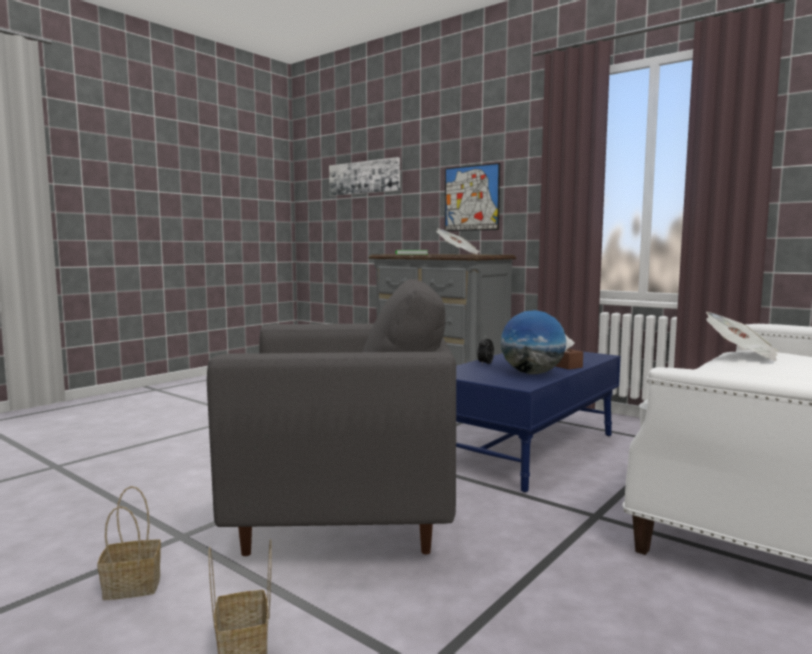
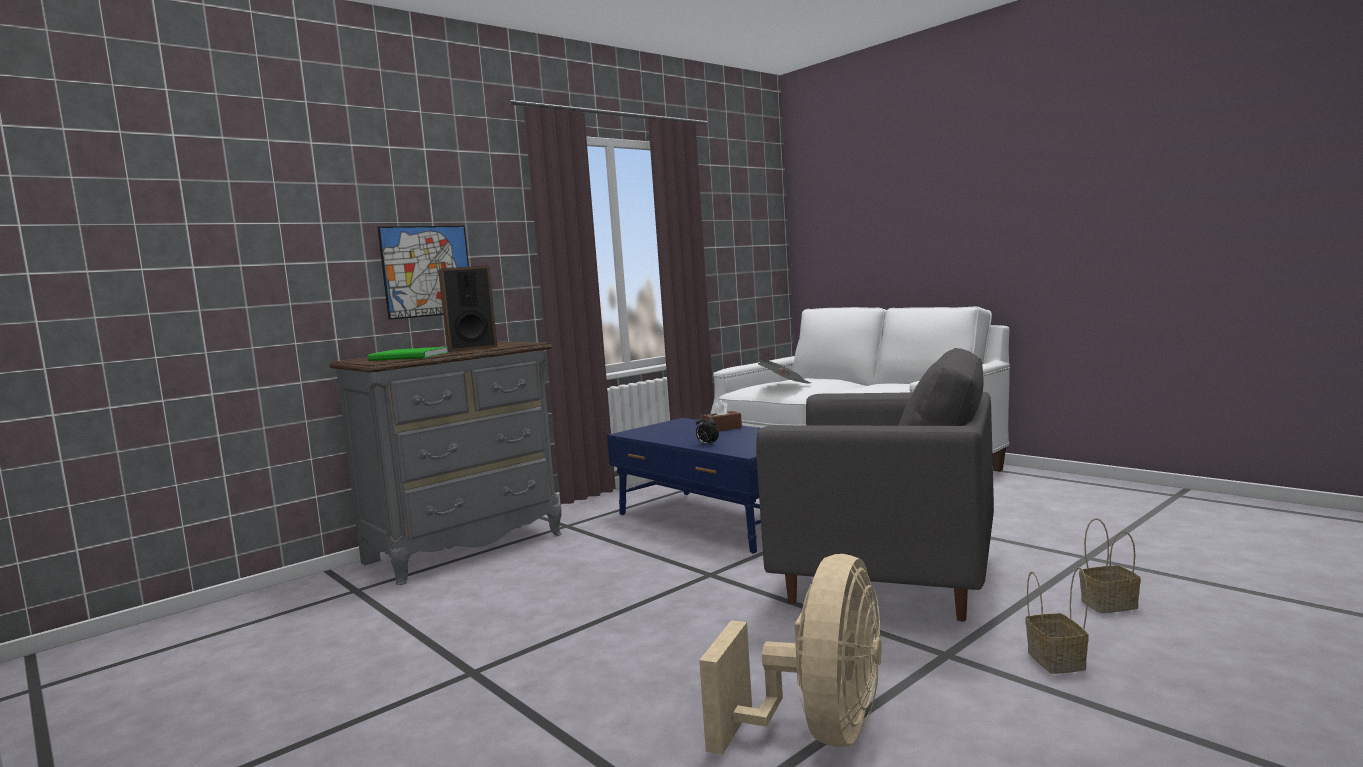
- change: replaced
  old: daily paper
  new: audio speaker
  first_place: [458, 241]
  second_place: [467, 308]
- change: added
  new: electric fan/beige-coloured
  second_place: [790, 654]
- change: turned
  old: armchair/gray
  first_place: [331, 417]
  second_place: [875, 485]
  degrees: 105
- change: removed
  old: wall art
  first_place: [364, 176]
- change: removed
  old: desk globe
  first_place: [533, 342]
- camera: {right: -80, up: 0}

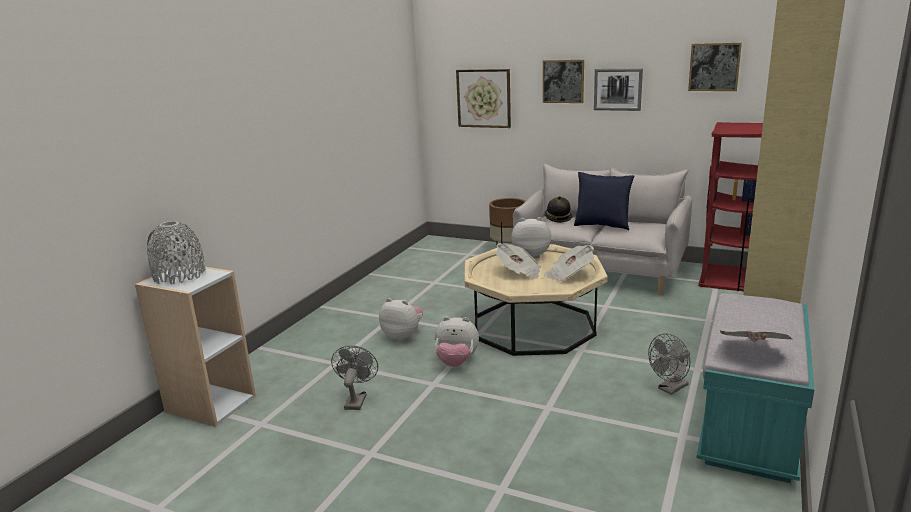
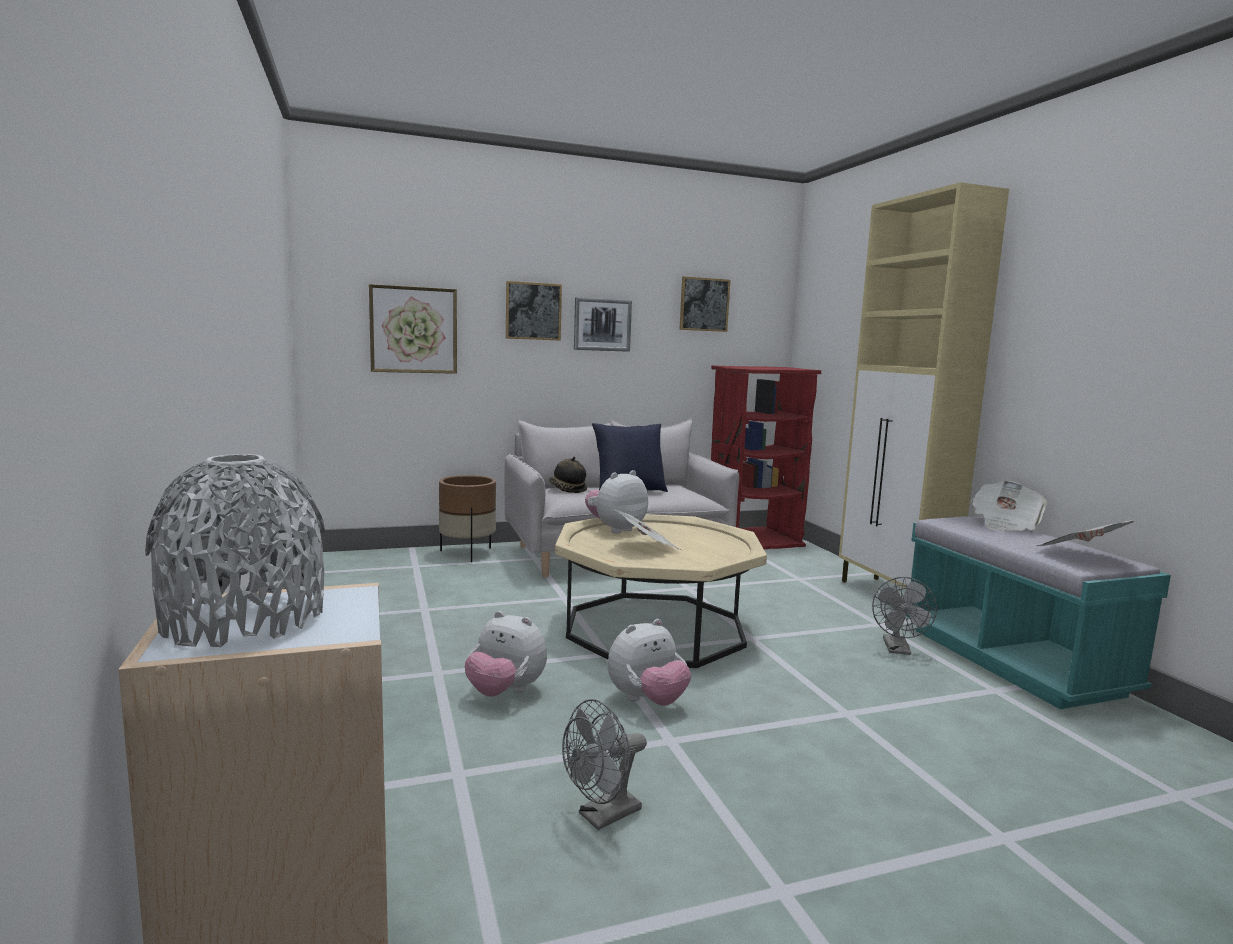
- change: turned
  old: cuddly toy
  first_place: [401, 320]
  second_place: [506, 654]
  degrees: -135
- change: turned
  old: electric fan/gray
  first_place: [354, 378]
  second_place: [604, 764]
  degrees: -90
- change: moved
  old: daily paper
  first_place: [569, 263]
  second_place: [1009, 505]
- camera: {right: -45, up: -10}

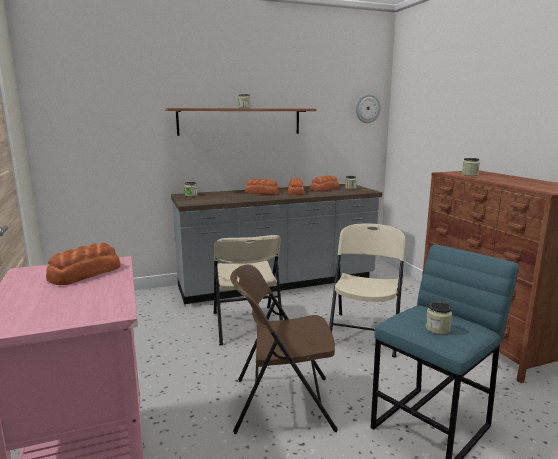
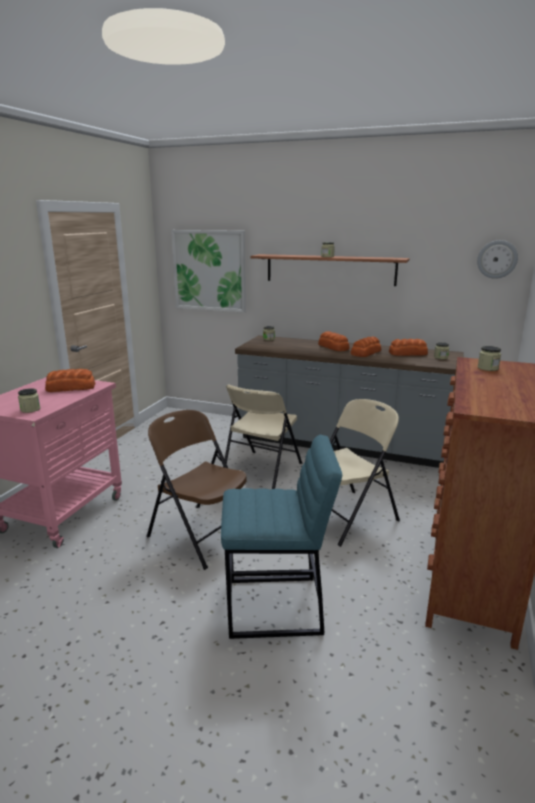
- change: moved
  old: jar
  first_place: [439, 318]
  second_place: [29, 400]
- change: added
  new: wall art
  second_place: [208, 271]
- camera: {right: 40, up: 5}

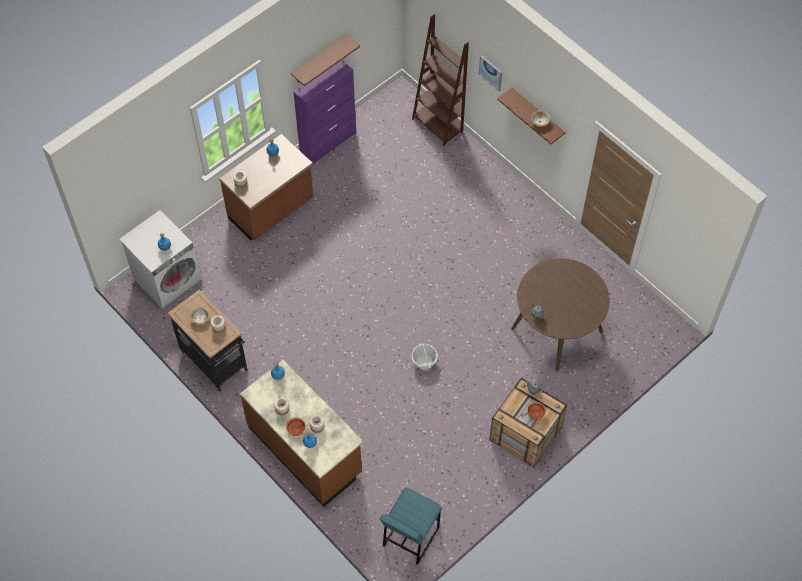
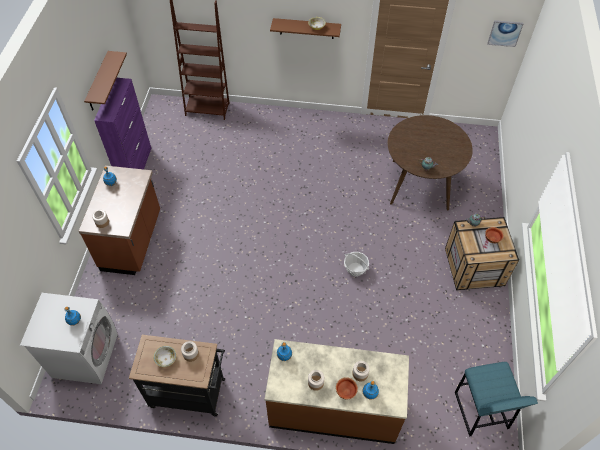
- change: moved
  old: wall art
  first_place: [490, 73]
  second_place: [505, 33]
- camera: {right: -40, up: -5}

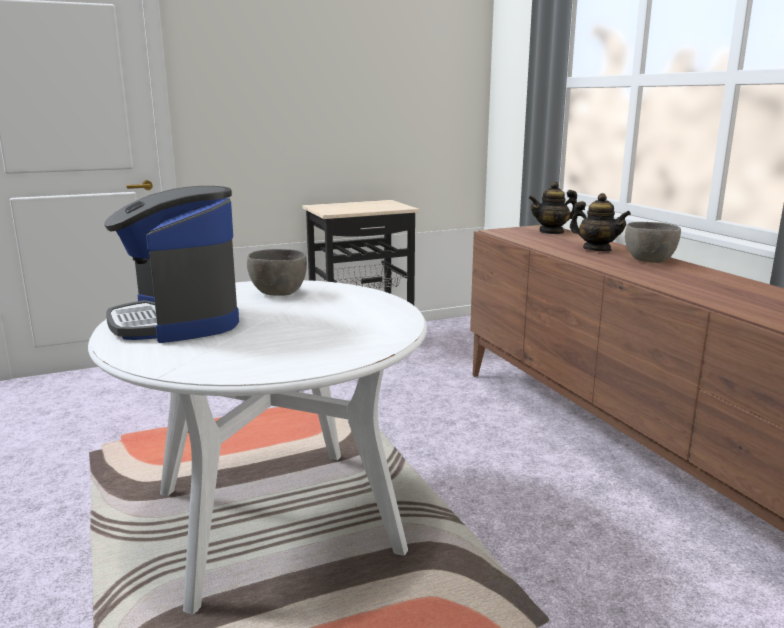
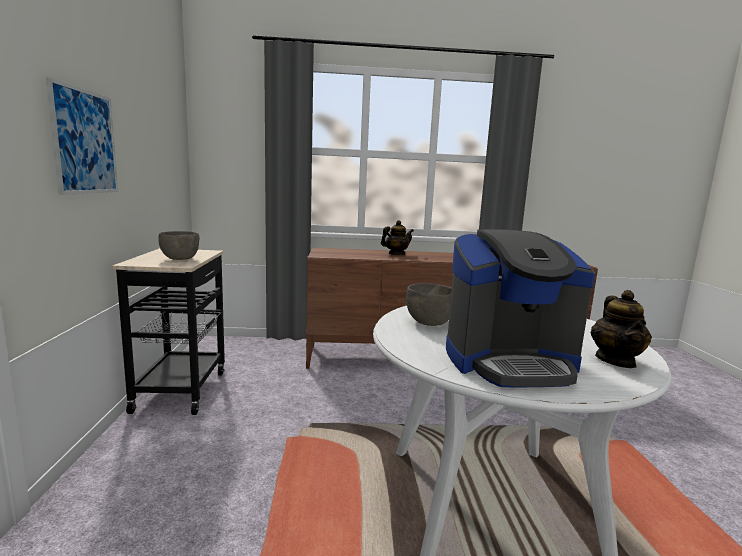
- change: added
  new: wall art
  second_place: [82, 136]
- change: moved
  old: deep dish/gray
  first_place: [653, 242]
  second_place: [178, 245]
- change: moved
  old: tea pot
  first_place: [553, 208]
  second_place: [621, 329]
- camera: {right: -70, up: -5}

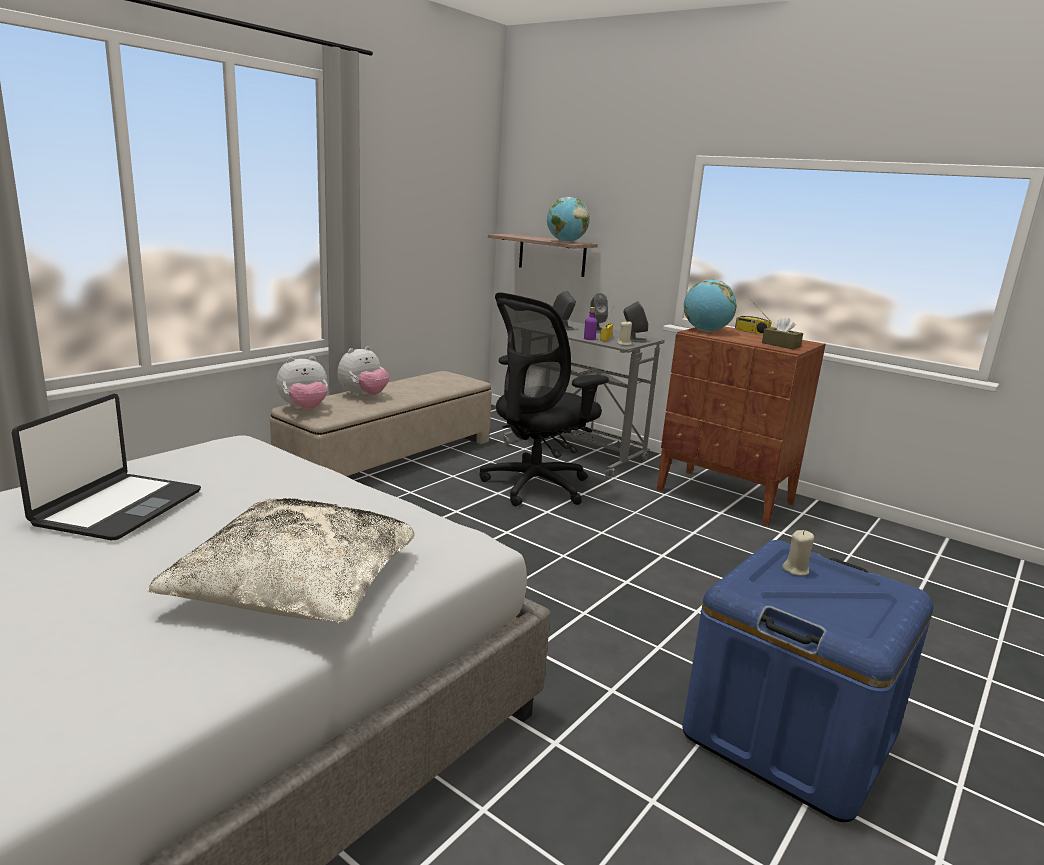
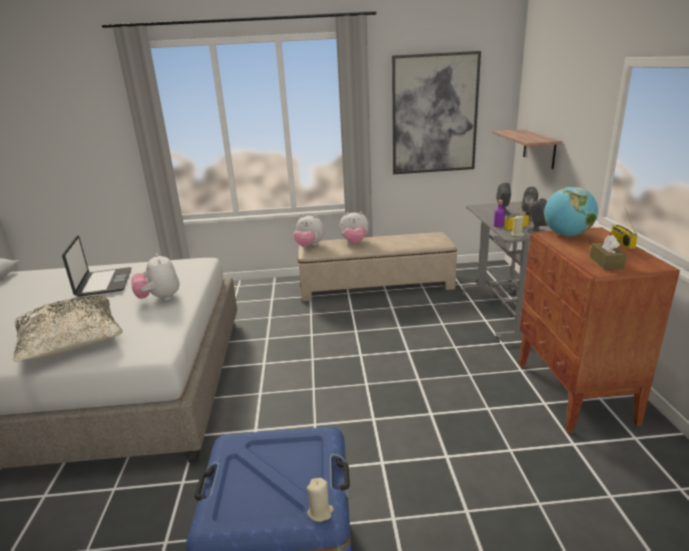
- change: turned
  old: laptop
  first_place: [106, 467]
  second_place: [96, 266]
  degrees: -75
- change: added
  new: cuddly toy
  second_place: [155, 277]
- change: moved
  old: wax light/beige-coloured
  first_place: [798, 553]
  second_place: [320, 500]
- change: added
  new: wall art
  second_place: [436, 112]
- change: removed
  old: desk chair/blackish
  first_place: [544, 399]
- change: removed
  old: desk globe
  first_place: [568, 219]
- camera: {right: 50, up: 5}

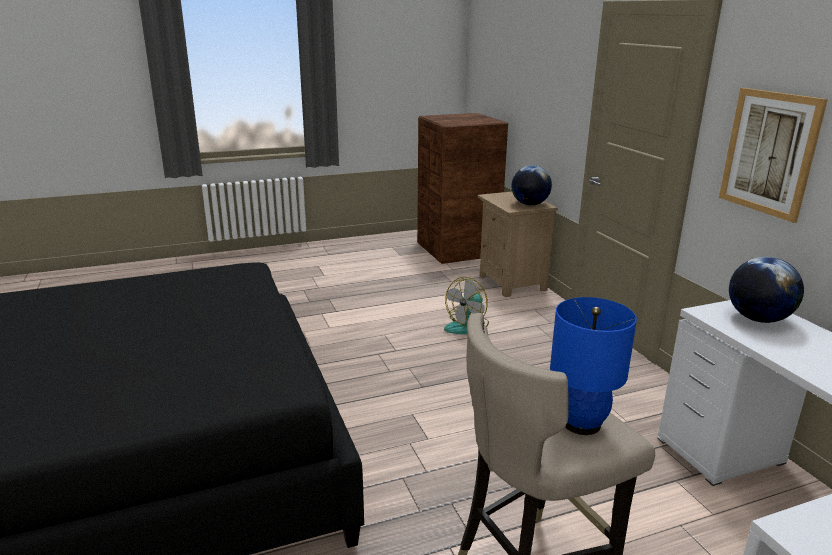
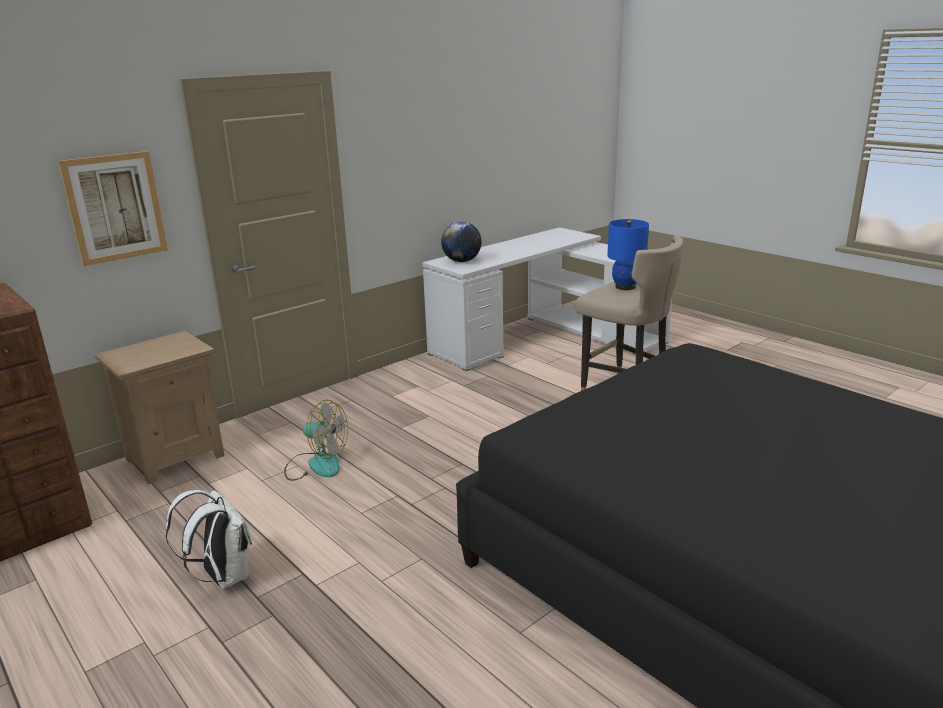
- change: moved
  old: wall art
  first_place: [773, 155]
  second_place: [113, 208]
- change: added
  new: backpack/white-coloured
  second_place: [209, 539]
- change: removed
  old: desk globe
  first_place: [531, 185]
- camera: {right: -110, up: 0}

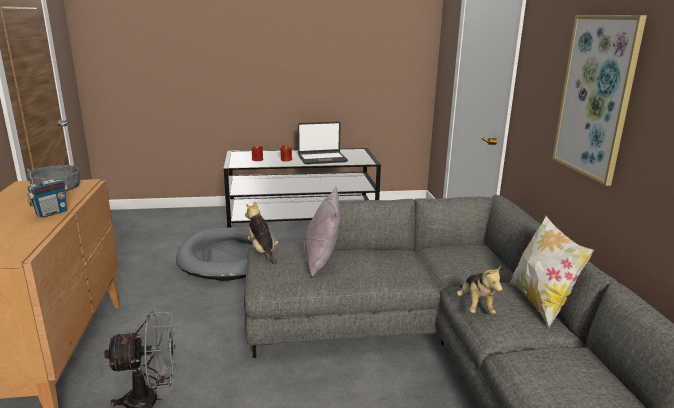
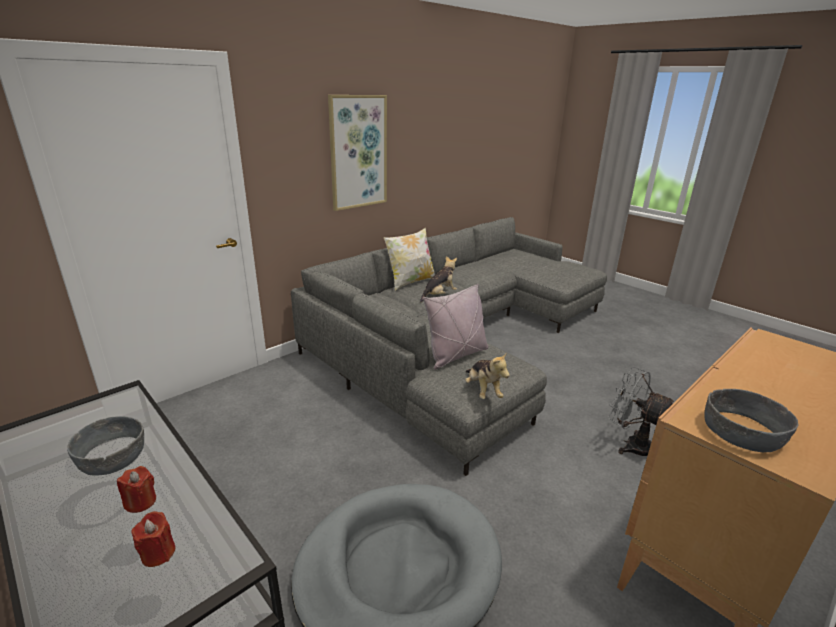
- change: replaced
  old: laptop
  new: deep dish/gray
  first_place: [323, 142]
  second_place: [105, 446]
- change: turned
  old: cuddly toy
  first_place: [262, 233]
  second_place: [487, 375]
  degrees: -45
- change: removed
  old: radio receiver
  first_place: [47, 193]
- camera: {right: -125, up: 5}

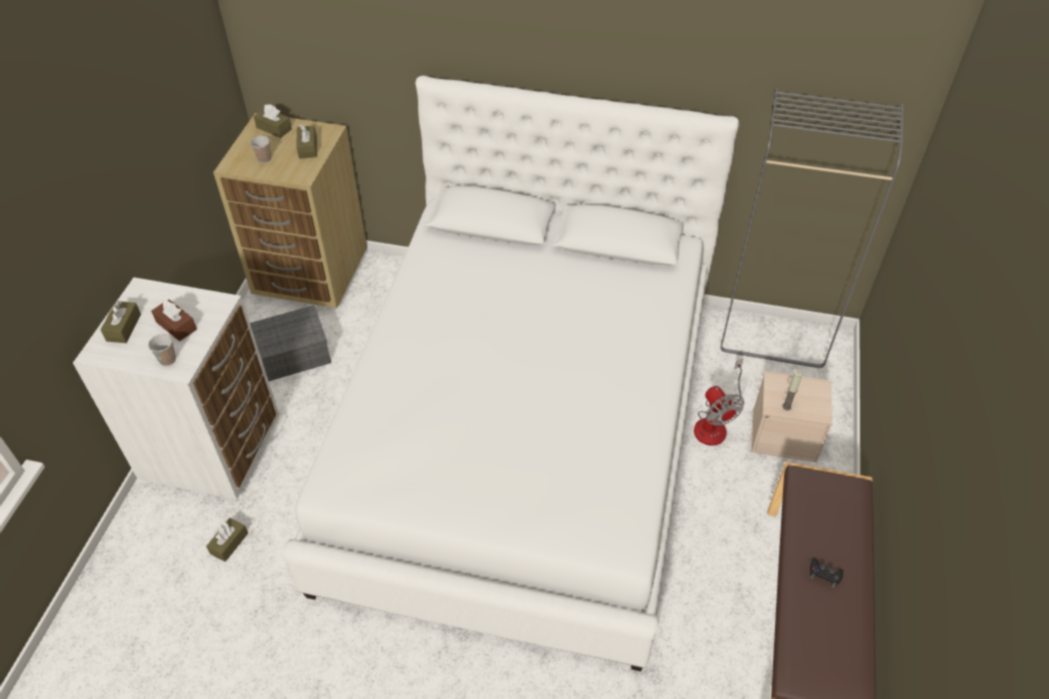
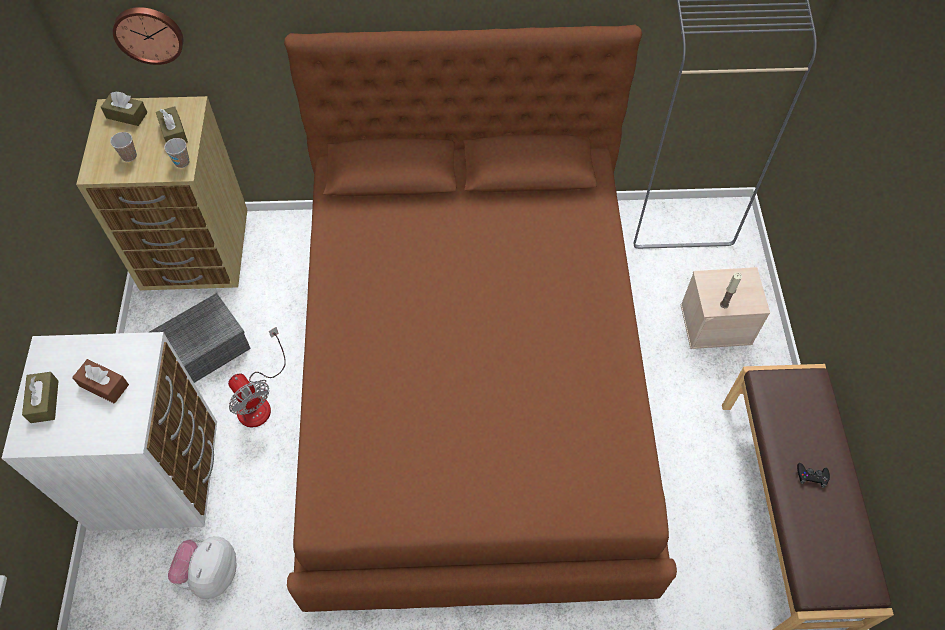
- change: added
  new: clock on the wall
  second_place: [148, 36]
- change: moved
  old: cup
  first_place: [162, 350]
  second_place: [176, 153]
- change: replaced
  old: box of tissues/brown
  new: cuddly toy
  first_place: [227, 540]
  second_place: [202, 567]
- change: moved
  old: electric fan
  first_place: [719, 402]
  second_place: [257, 377]
- change: recoloured
  old: bed/white-coloured
  new: bed/brown
  first_place: [511, 373]
  second_place: [480, 318]
- camera: {right: -15, up: 10}

